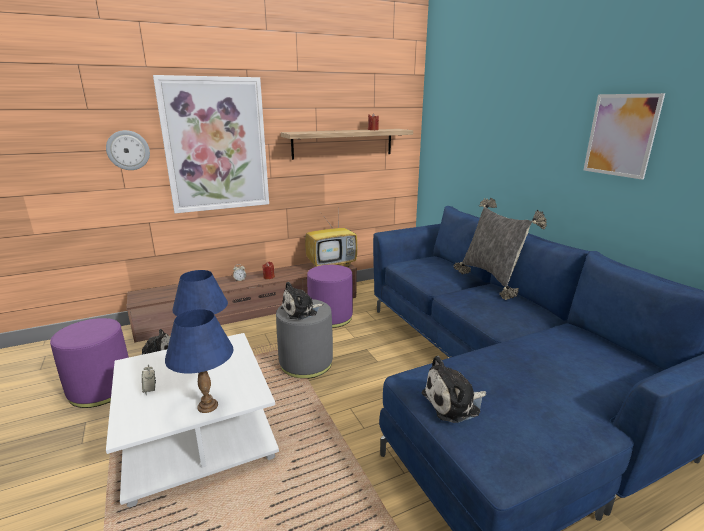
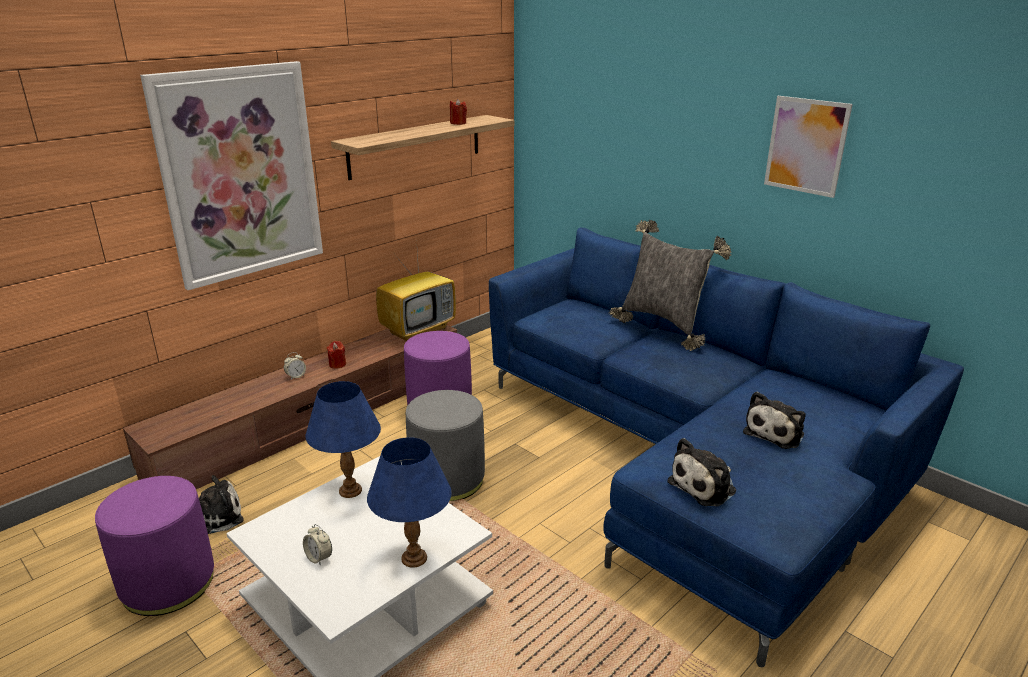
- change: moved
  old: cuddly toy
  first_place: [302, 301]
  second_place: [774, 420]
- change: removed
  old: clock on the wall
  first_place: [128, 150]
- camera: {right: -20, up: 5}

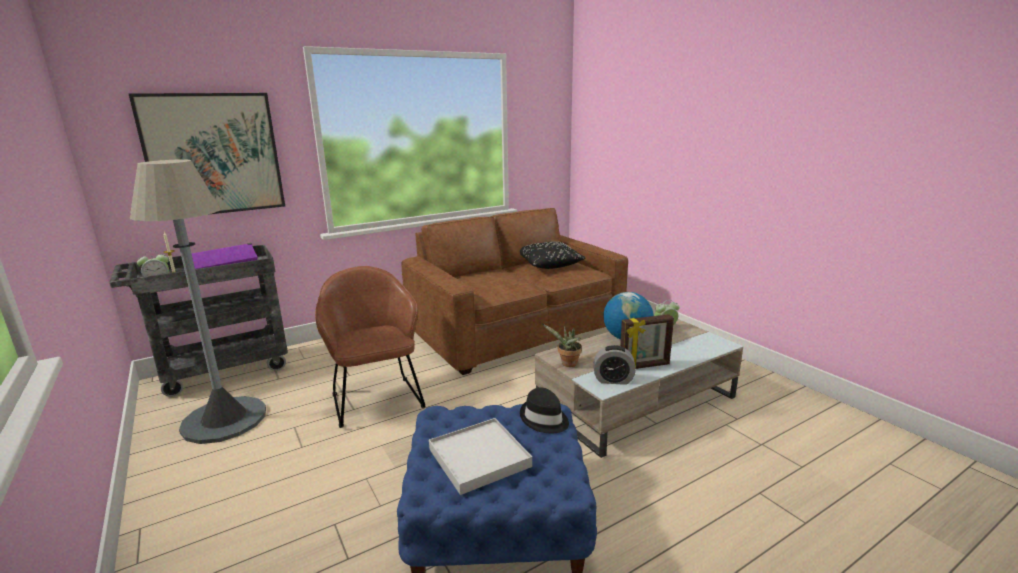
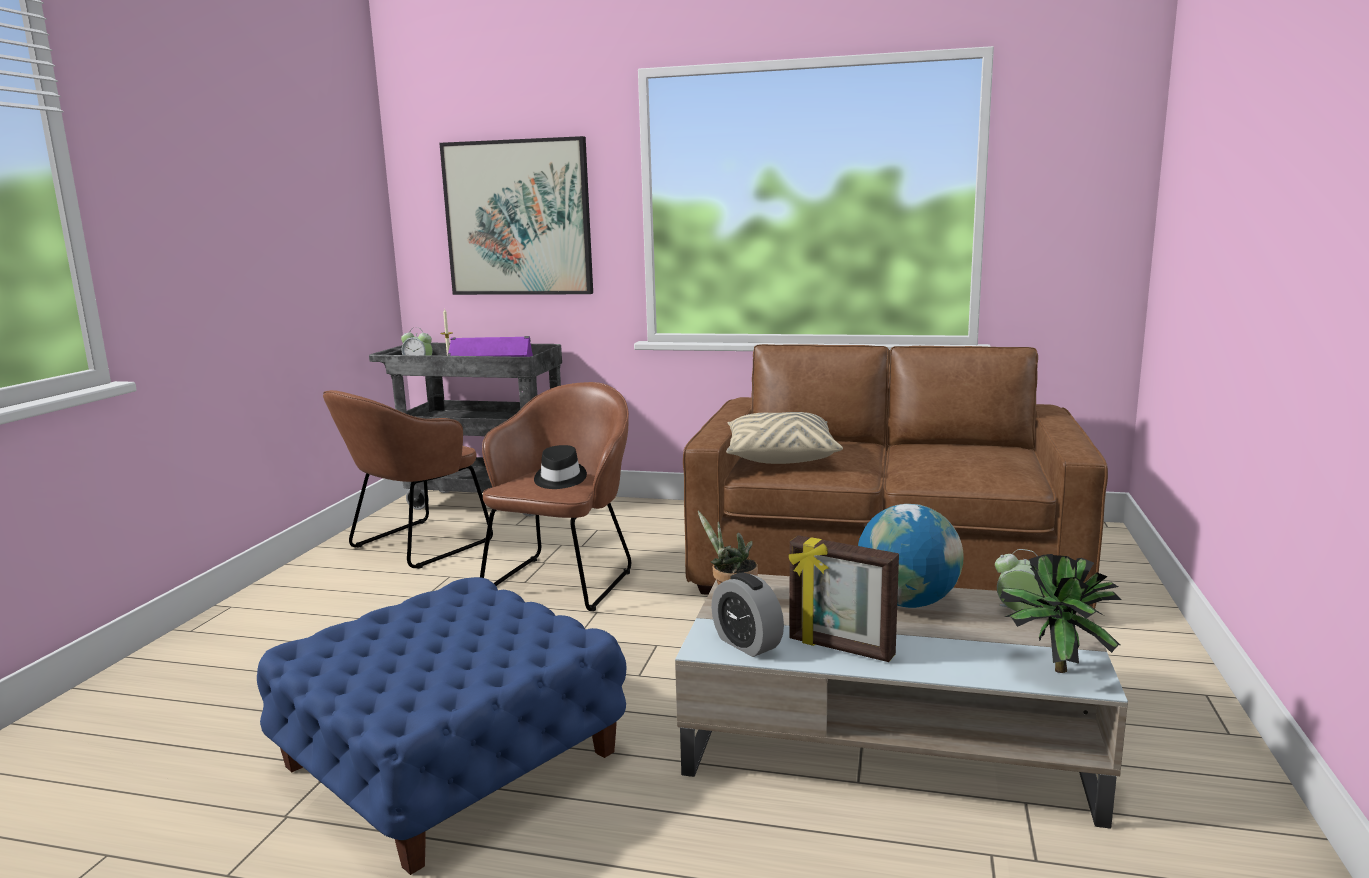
- change: replaced
  old: standing lamp/gray
  new: armchair/brown
  first_place: [198, 302]
  second_place: [408, 479]
- change: moved
  old: clothing hat/blackish
  first_place: [544, 410]
  second_place: [560, 467]
- change: added
  new: throw pillow/beige-coloured
  second_place: [784, 438]
- change: added
  new: potted plant
  second_place: [1061, 613]
- change: removed
  old: carrying tray/white-coloured
  first_place: [480, 456]
- change: removed
  old: throw pillow/blackish
  first_place: [553, 255]
- camera: {right: 45, up: -5}

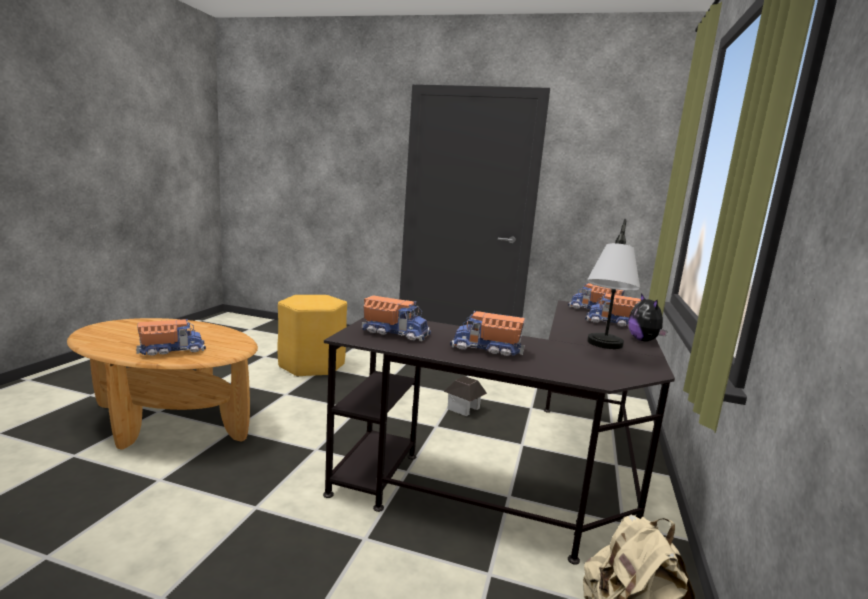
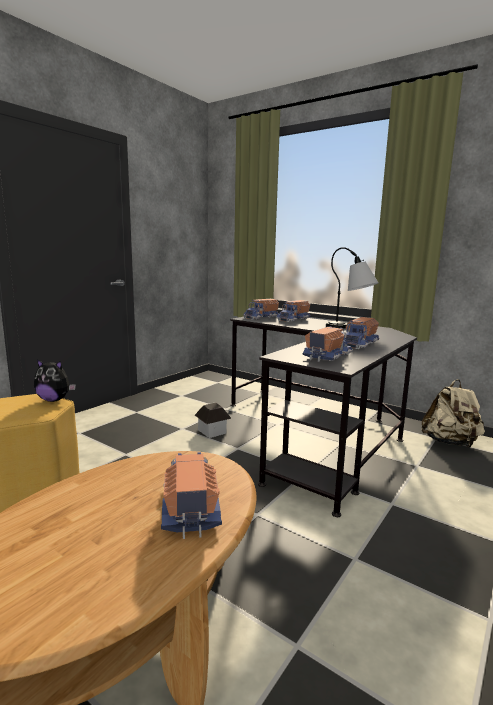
- change: moved
  old: cuddly toy
  first_place: [648, 317]
  second_place: [55, 380]
- camera: {right: -70, up: 0}

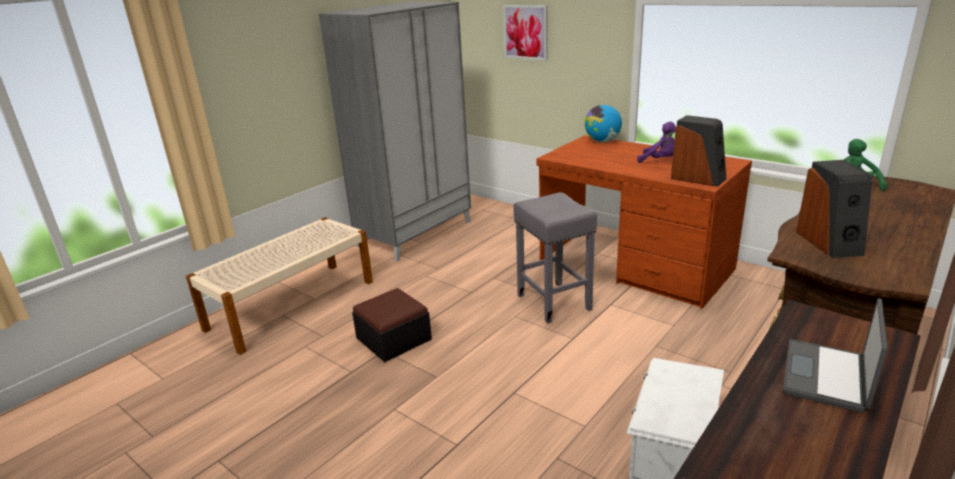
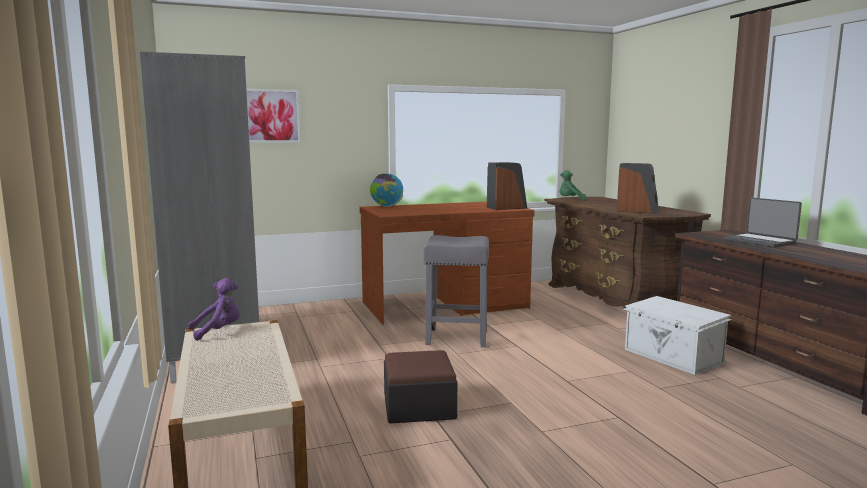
- change: moved
  old: cuddly toy/purple
  first_place: [657, 142]
  second_place: [214, 309]
- camera: {right: -60, up: -15}

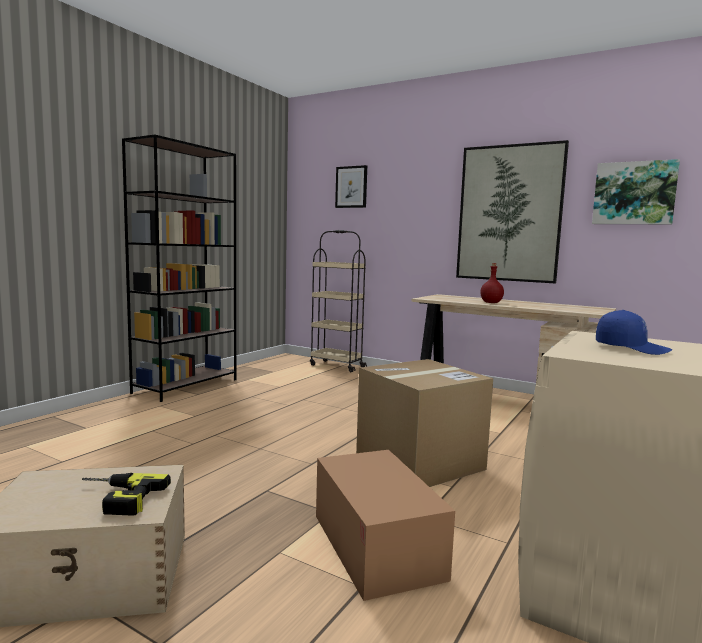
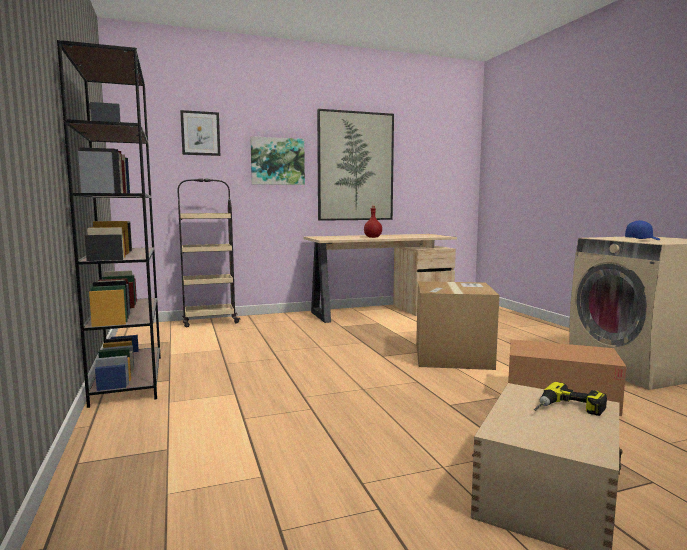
- change: moved
  old: wall art
  first_place: [636, 191]
  second_place: [277, 160]
- camera: {right: -50, up: 0}

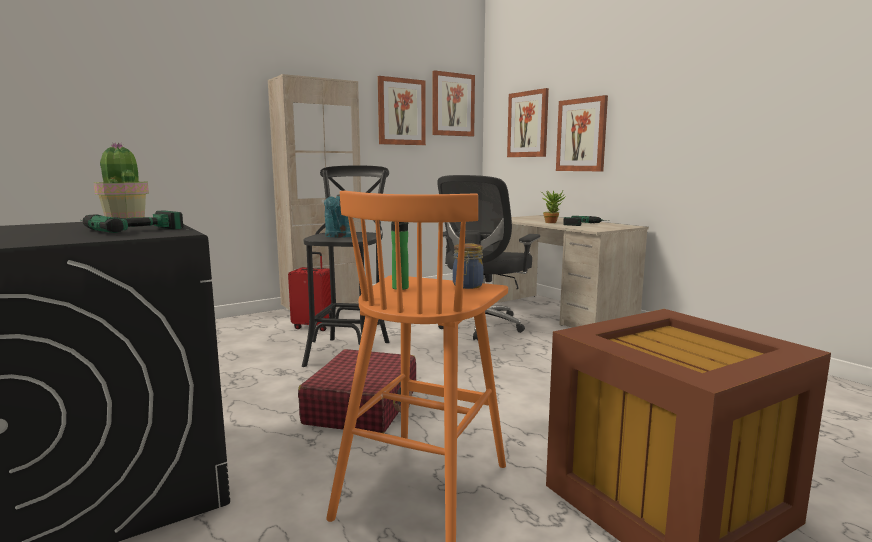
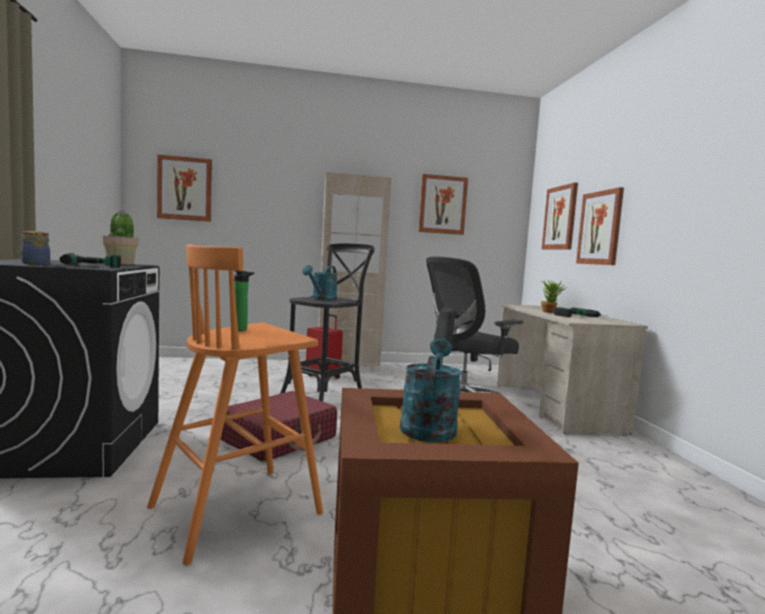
- change: moved
  old: jar
  first_place: [468, 266]
  second_place: [34, 248]
- change: moved
  old: wall art
  first_place: [453, 103]
  second_place: [184, 188]
- change: added
  new: watering can/blue-green
  second_place: [431, 390]
- camera: {right: 25, up: -5}

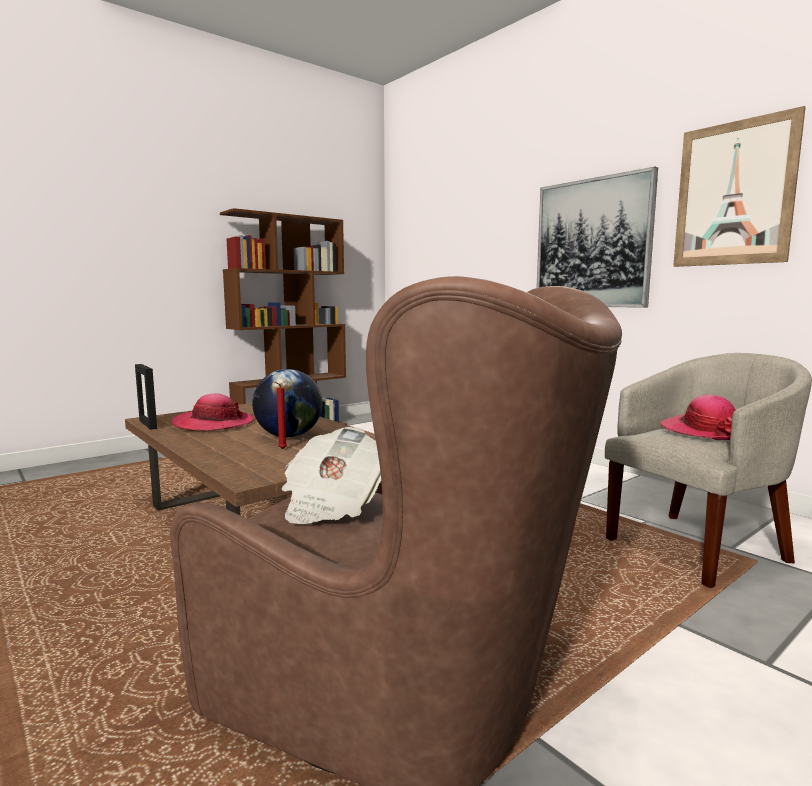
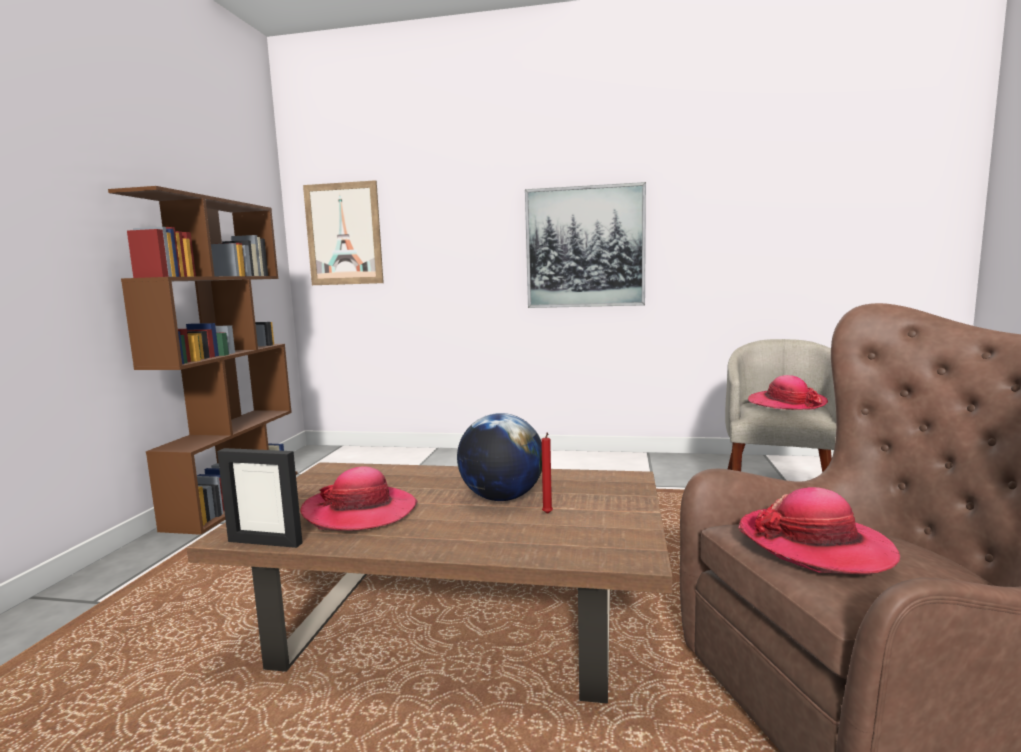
- change: moved
  old: wall art
  first_place: [739, 186]
  second_place: [343, 232]
- change: replaced
  old: daily paper
  new: clothing hat
  first_place: [331, 475]
  second_place: [819, 530]
- camera: {right: -40, up: 0}

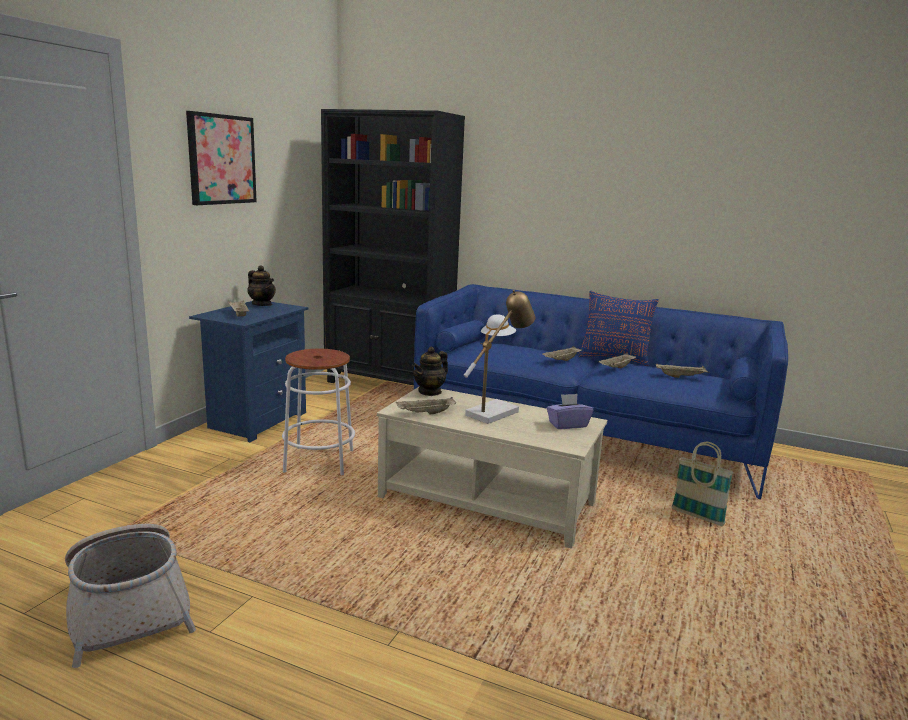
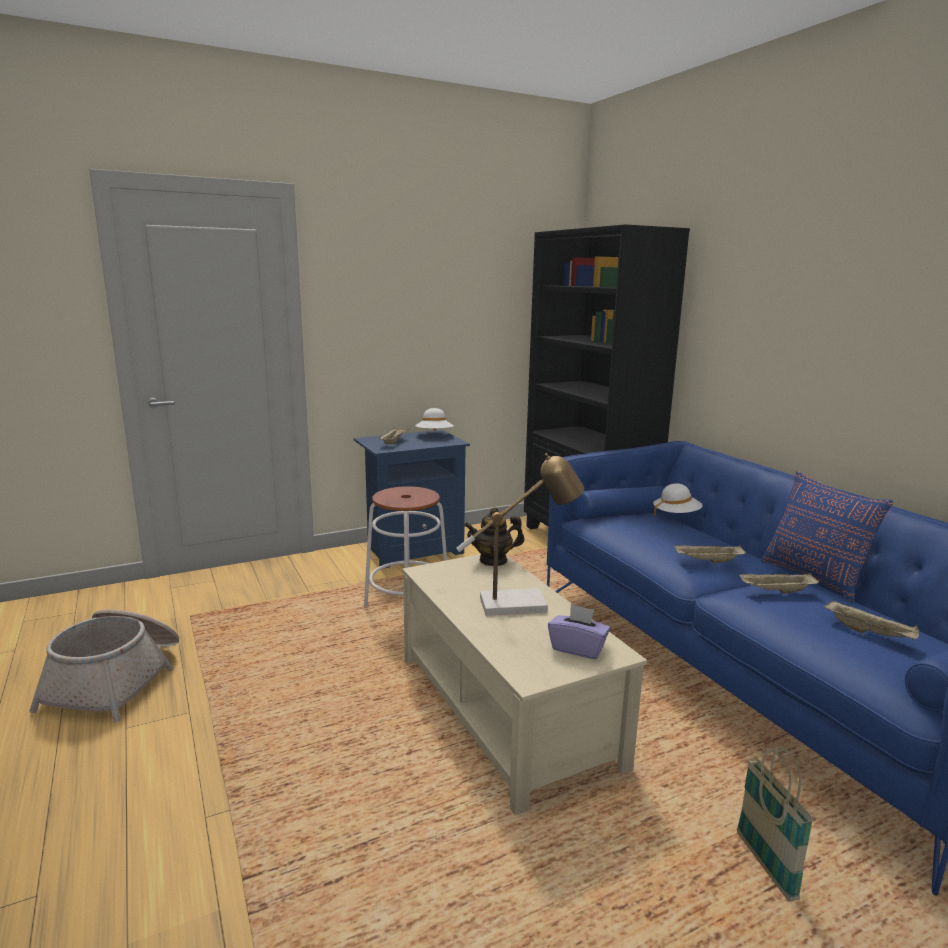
- change: replaced
  old: tea pot
  new: clothing hat/white-coloured
  first_place: [261, 285]
  second_place: [434, 419]
- change: removed
  old: wall art
  first_place: [221, 158]
- change: removed
  old: carrying tray/beige-coloured
  first_place: [426, 405]
- camera: {right: 40, up: 0}

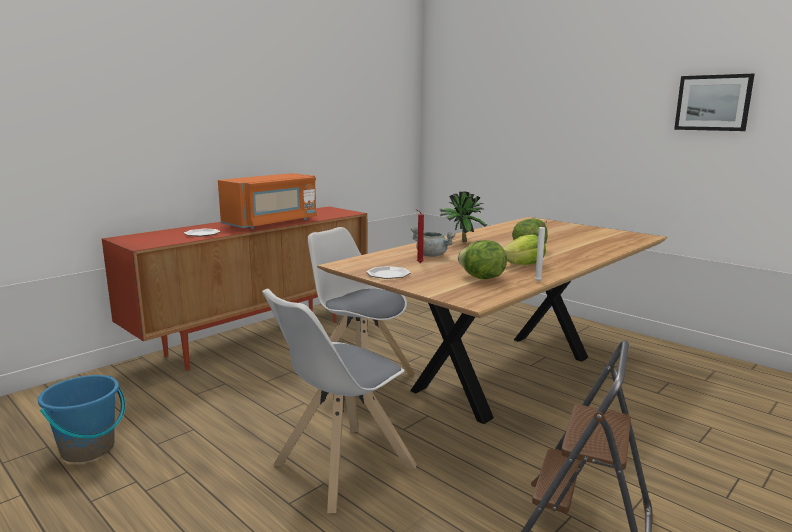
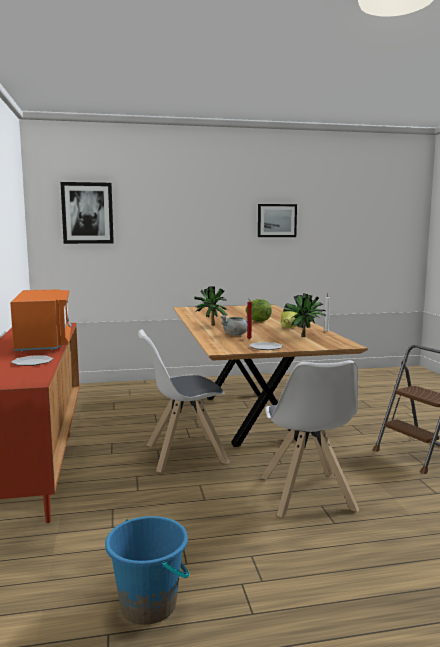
- change: added
  new: wall art
  second_place: [87, 213]
- change: replaced
  old: lettuce
  new: potted plant
  first_place: [482, 259]
  second_place: [304, 315]
- camera: {right: -55, up: -5}

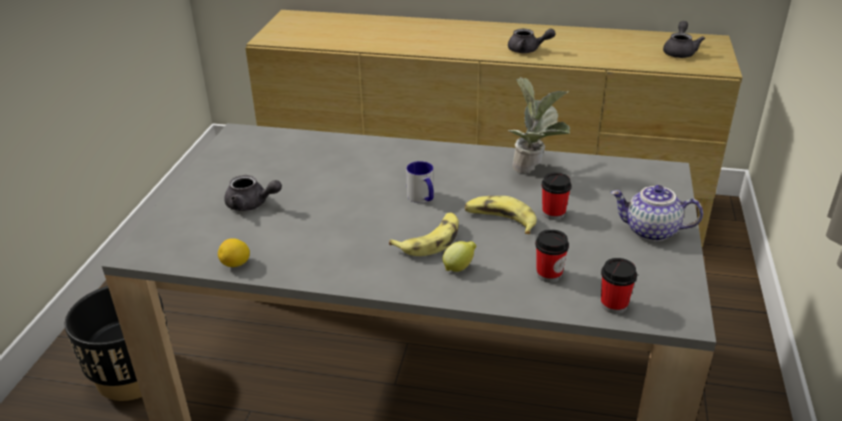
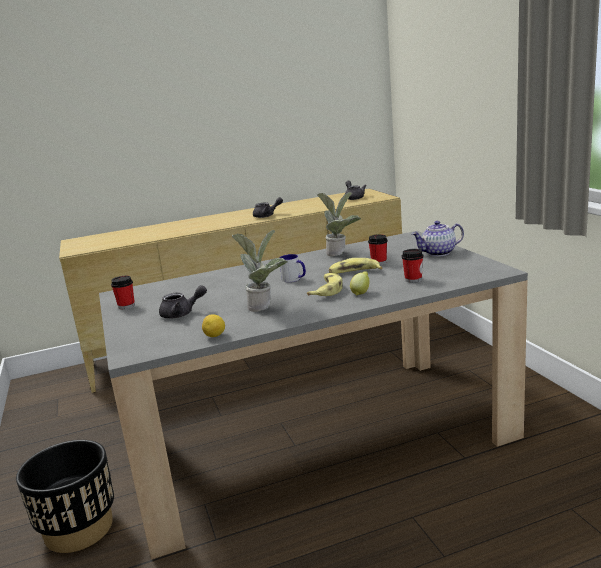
- change: moved
  old: cup
  first_place: [619, 286]
  second_place: [123, 292]
- change: added
  new: potted plant
  second_place: [259, 271]
- camera: {right: -30, up: -15}

